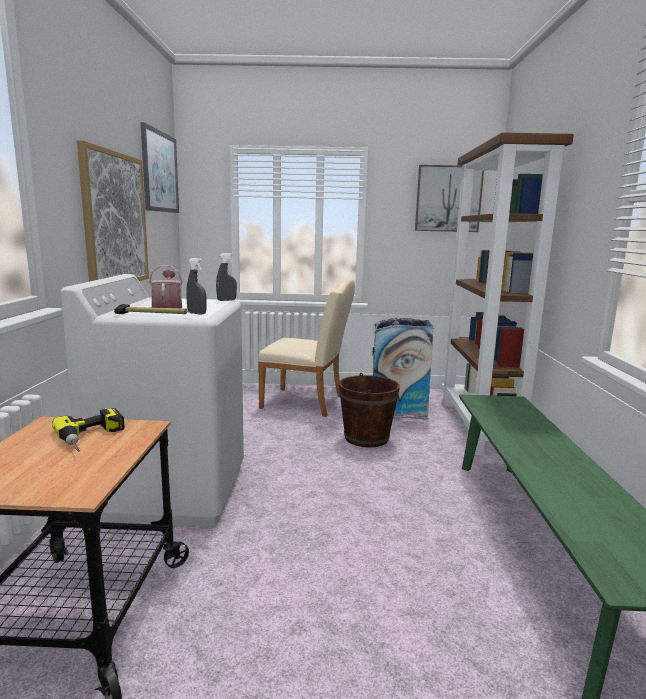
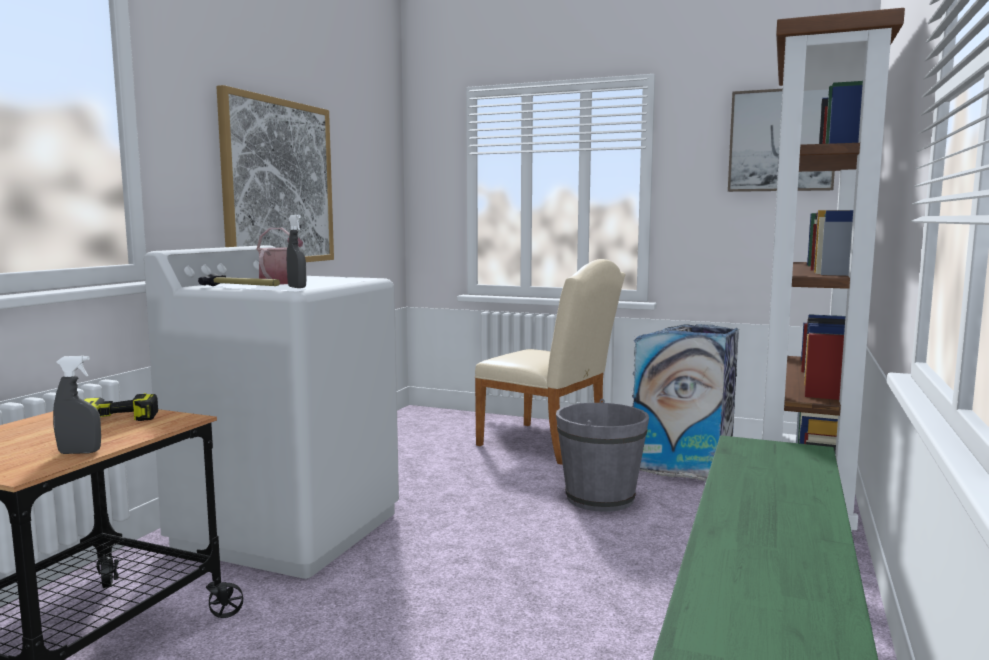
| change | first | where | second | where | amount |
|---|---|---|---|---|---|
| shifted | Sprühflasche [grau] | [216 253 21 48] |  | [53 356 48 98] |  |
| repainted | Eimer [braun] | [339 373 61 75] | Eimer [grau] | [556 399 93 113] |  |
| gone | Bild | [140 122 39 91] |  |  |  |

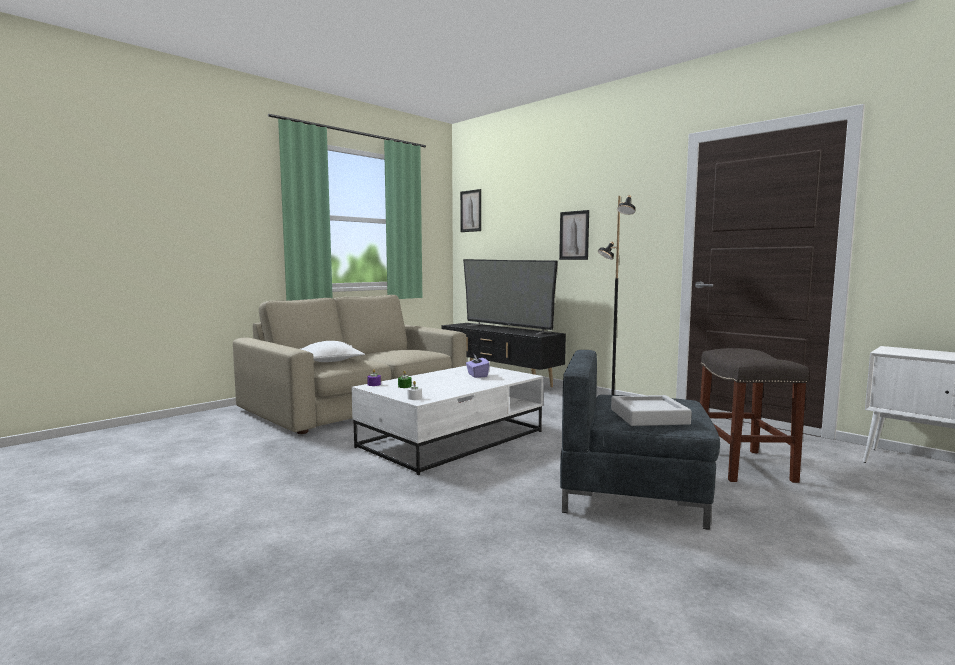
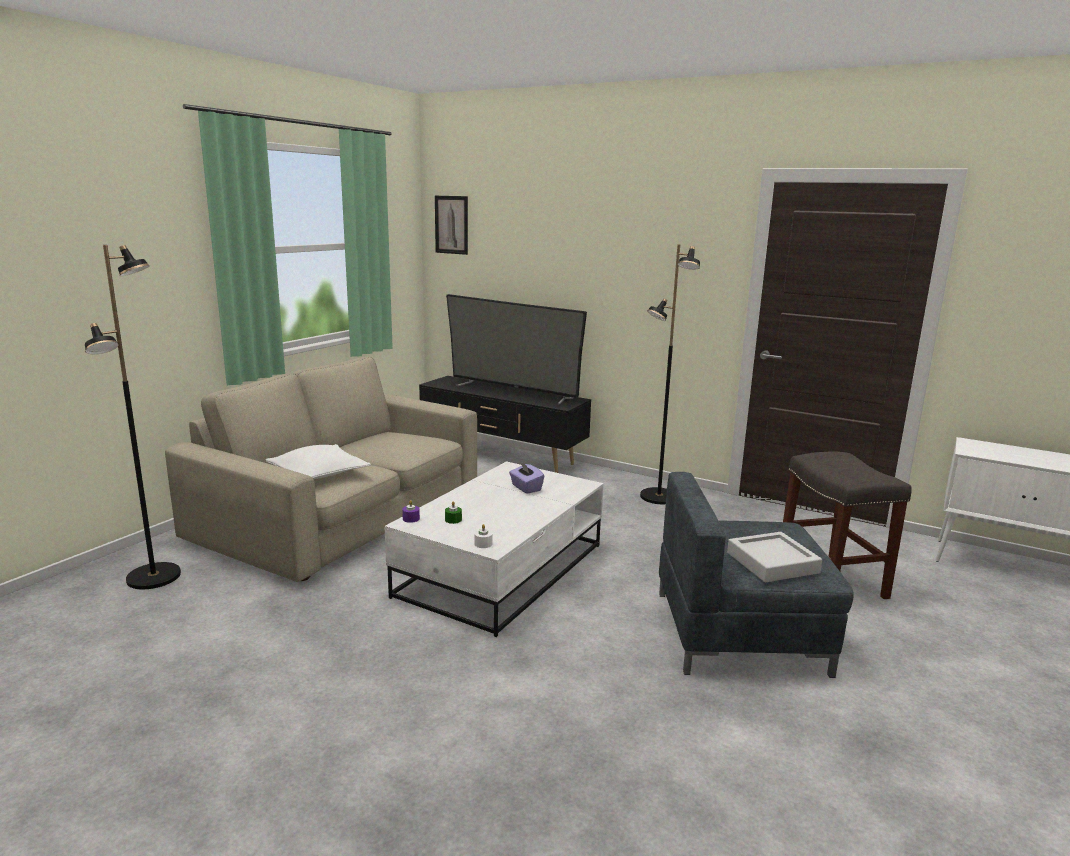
| change | first | where | second | where | amount |
|---|---|---|---|---|---|
| new |  |  | Stehlampe [schwarz] | [85 245 96 344] |  |
| gone | Bild | [559 210 30 50] |  |  |  |

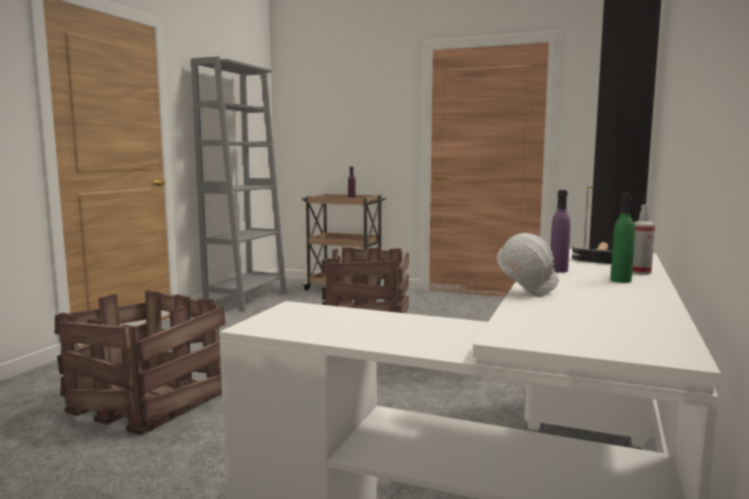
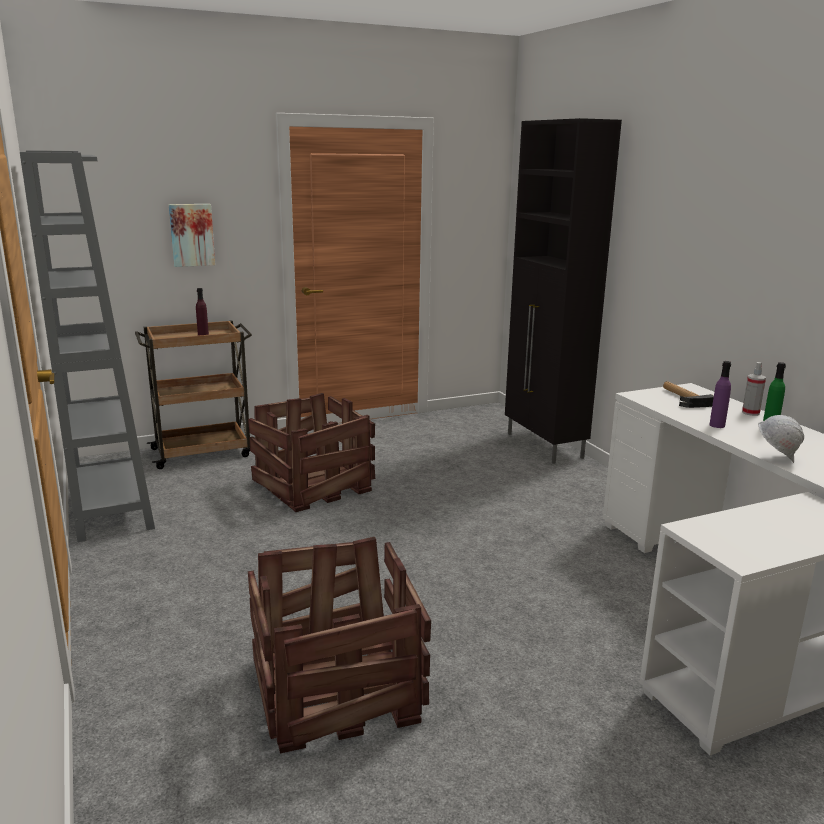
| change | first | where | second | where | amount |
|---|---|---|---|---|---|
| new |  |  | Bild | [169 204 46 63] |  |

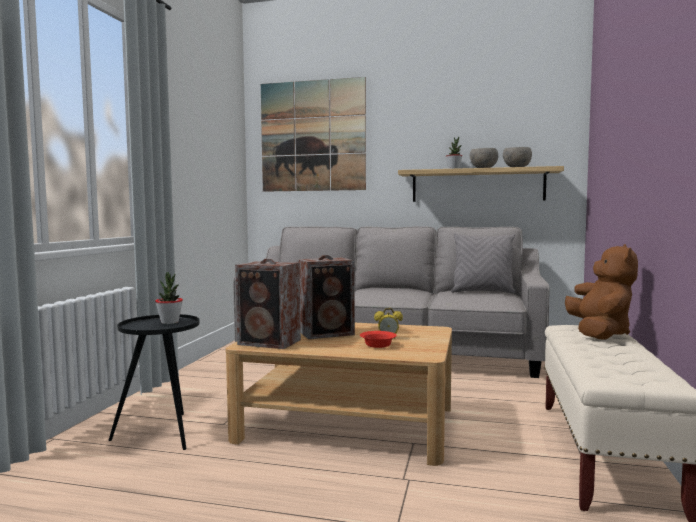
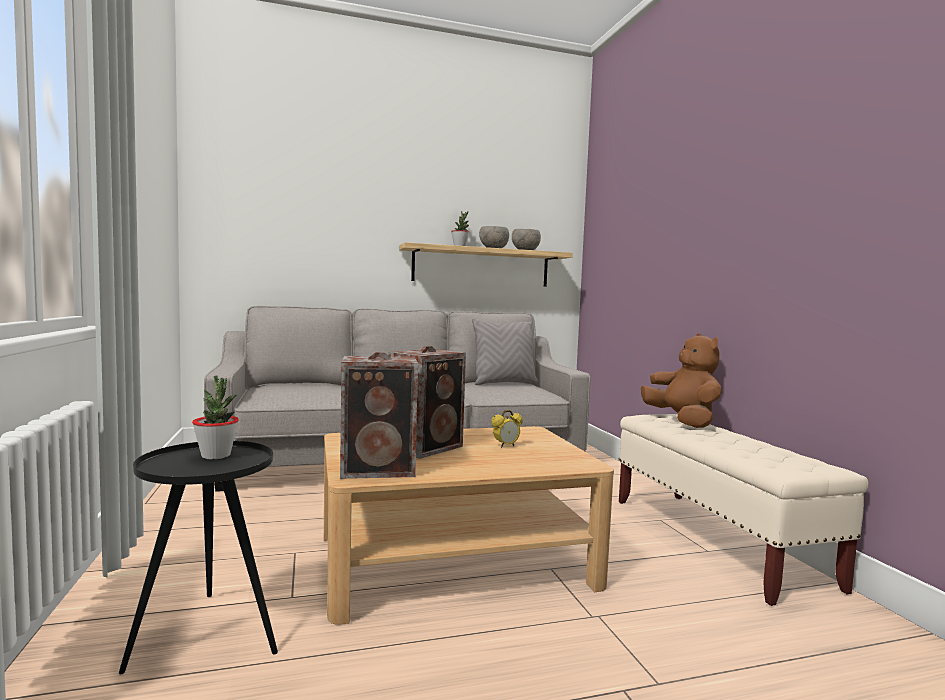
| change | first | where | second | where | amount |
|---|---|---|---|---|---|
| gone | Bild | [261 77 105 115] |  |  |  |
| gone | Schüssel [rot] | [360 331 37 17] |  |  |  |

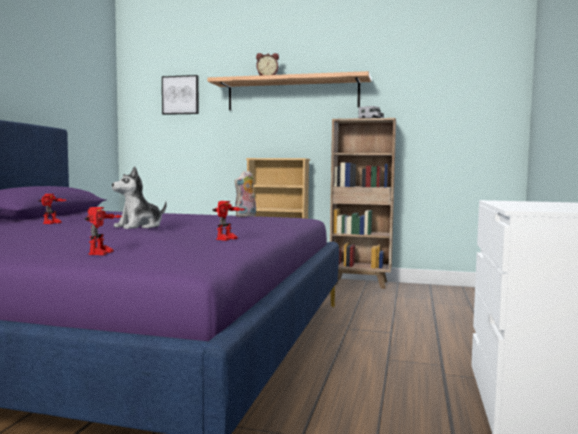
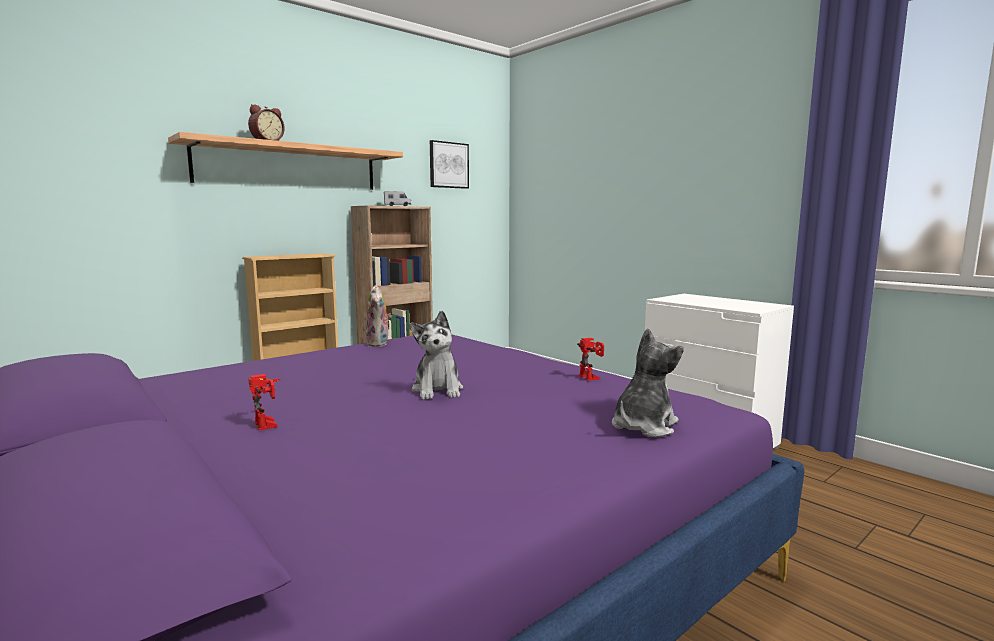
| change | first | where | second | where | amount |
|---|---|---|---|---|---|
| shifted | Bild | [162 75 37 40] |  | [430 140 39 49] |  |
| swapped | Spielzeugroboter | [85 207 38 48] | Plüschtier | [612 328 71 109] |  |

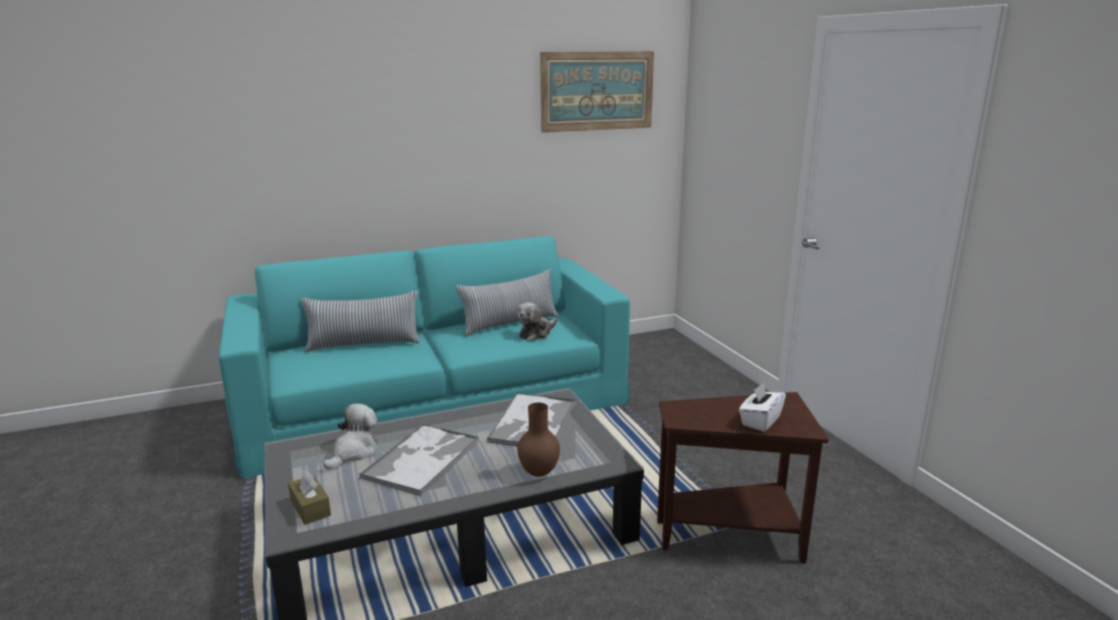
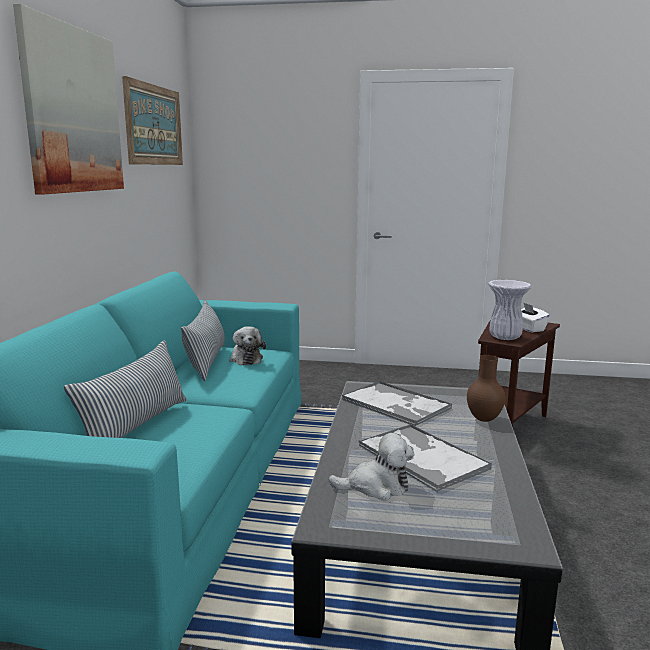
| change | first | where | second | where | amount |
|---|---|---|---|---|---|
| new |  |  | Bild | [13 4 111 191] |  |
| rotated | Plüschtier | [323 404 55 66] |  | [328 433 86 68] | 120 degrees clockwise |
| new |  |  | Vase [weiß] | [488 280 44 60] |  |
| gone | Taschentuchbox [braun] | [288 471 43 54] |  |  |  |

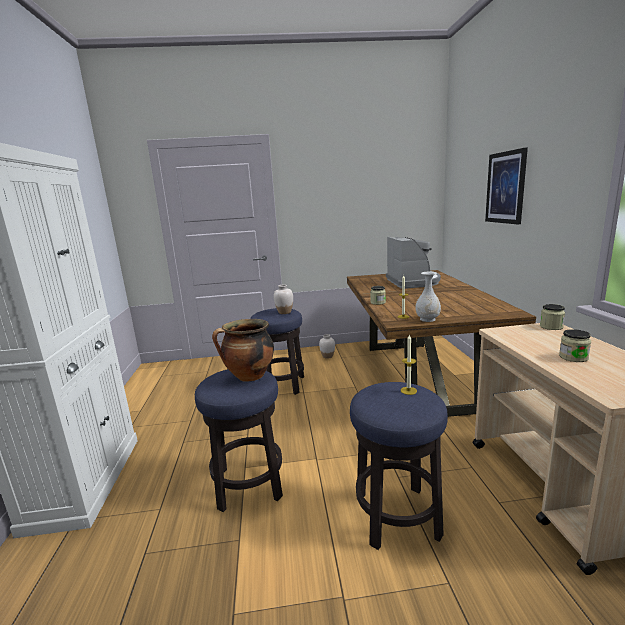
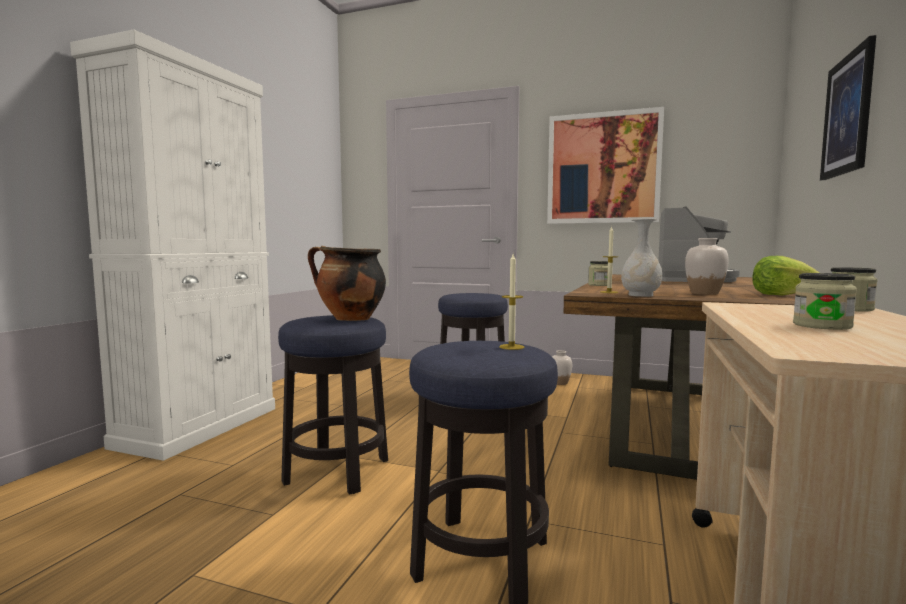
| change | first | where | second | where | amount |
|---|---|---|---|---|---|
| new |  |  | Bild | [547 107 117 117] |  |
| shifted | Vase [weiß] | [274 285 19 29] |  | [685 238 44 57] |  |
| new |  |  | Salatkopf | [752 256 68 40] |  |

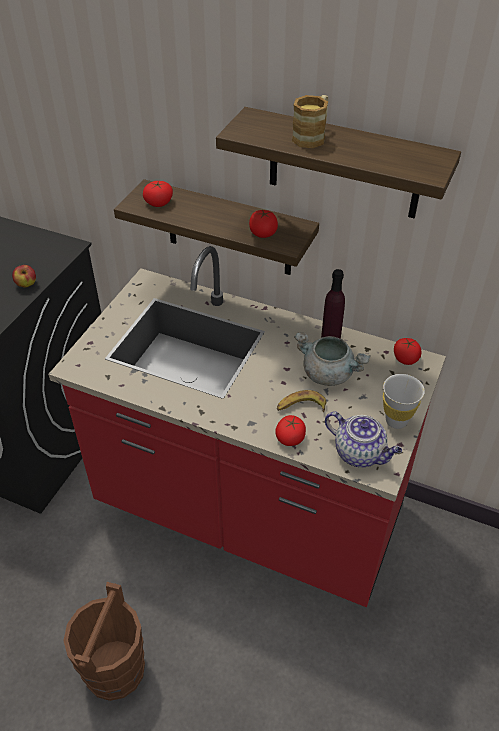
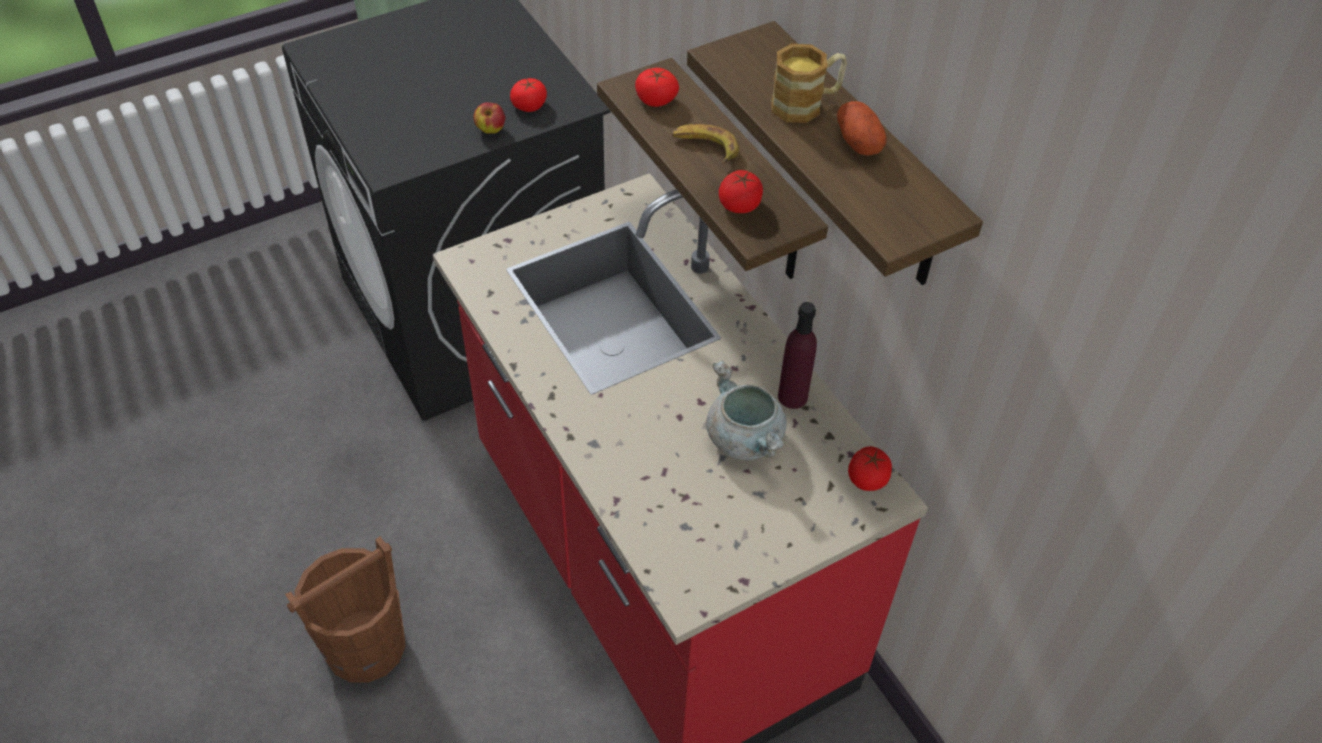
| change | first | where | second | where | amount |
|---|---|---|---|---|---|
| shifted | Tomate | [275 415 31 31] |  | [510 78 37 34] |  |
| shifted | Banane | [277 390 49 22] |  | [672 124 67 39] |  |
| new |  |  | Kartoffel | [837 101 50 55] |  |
| gone | Teekanne | [325 412 77 56] |  |  |  |
| gone | Tasse [weiß] | [383 374 42 55] |  |  |  |

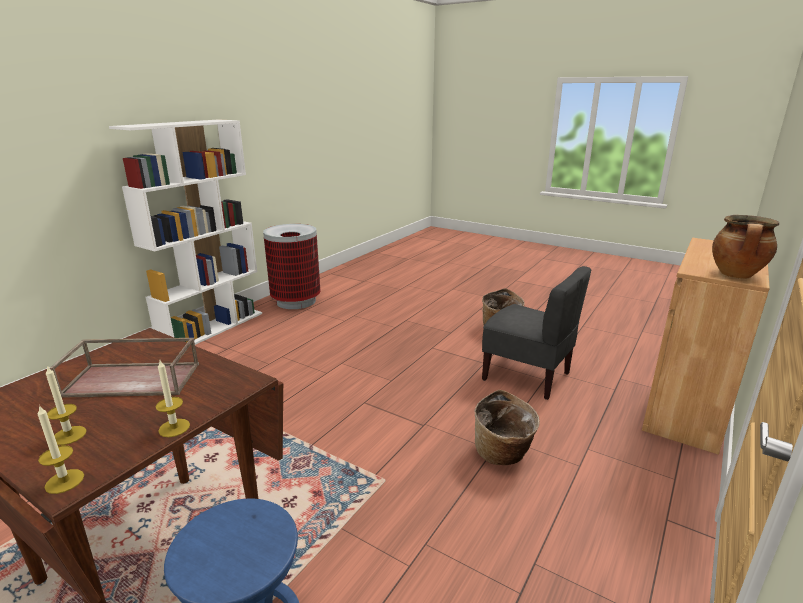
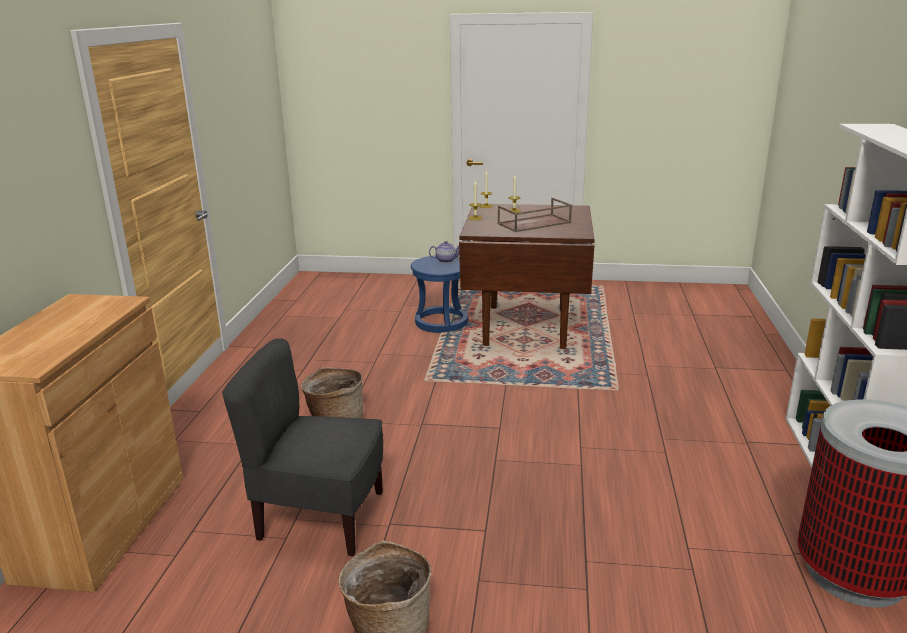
| change | first | where | second | where | amount |
|---|---|---|---|---|---|
| new |  |  | Teekanne | [429 241 30 22] |  |
| gone | Kochtopf | [712 215 67 64] |  |  |  |

